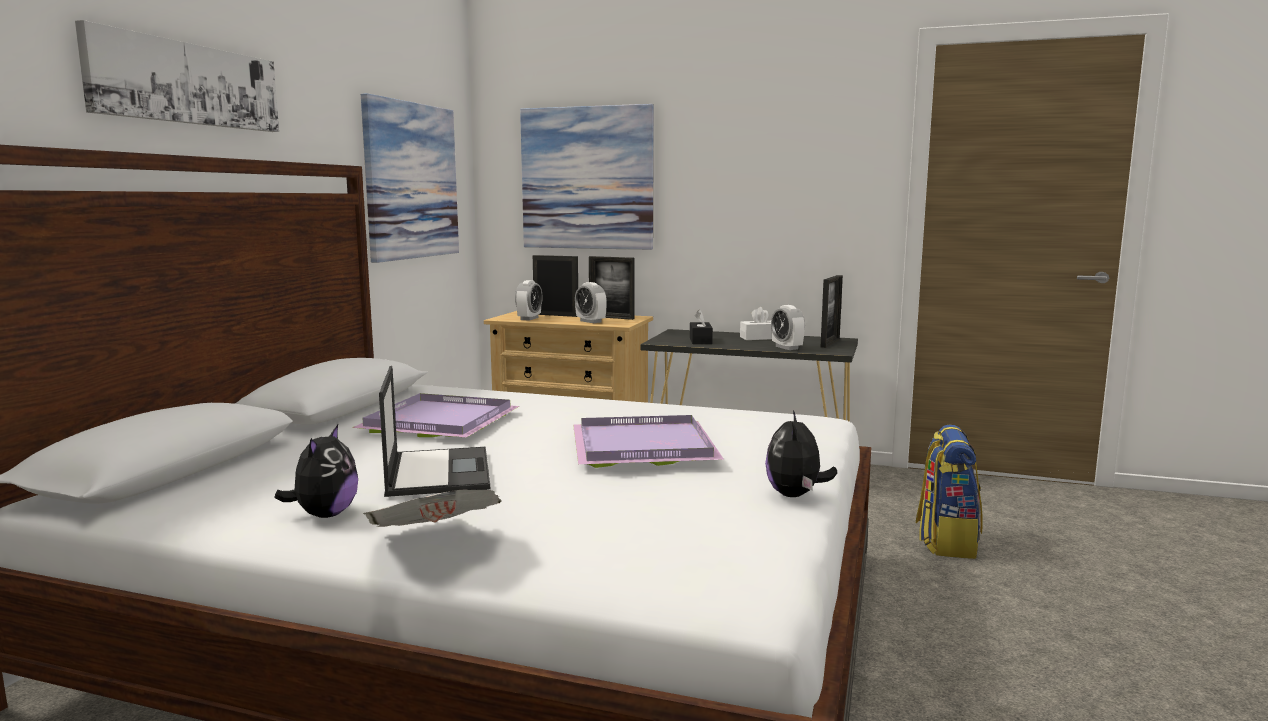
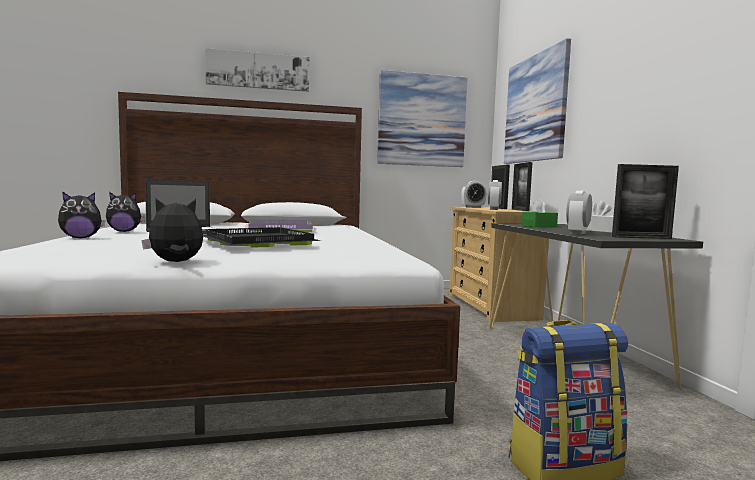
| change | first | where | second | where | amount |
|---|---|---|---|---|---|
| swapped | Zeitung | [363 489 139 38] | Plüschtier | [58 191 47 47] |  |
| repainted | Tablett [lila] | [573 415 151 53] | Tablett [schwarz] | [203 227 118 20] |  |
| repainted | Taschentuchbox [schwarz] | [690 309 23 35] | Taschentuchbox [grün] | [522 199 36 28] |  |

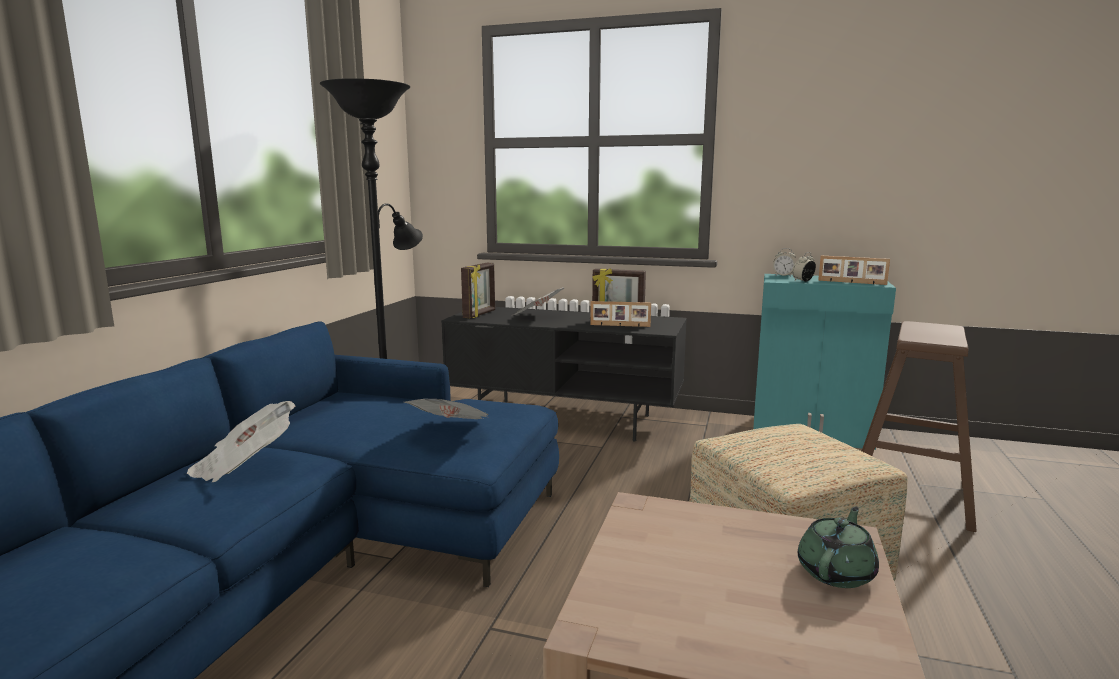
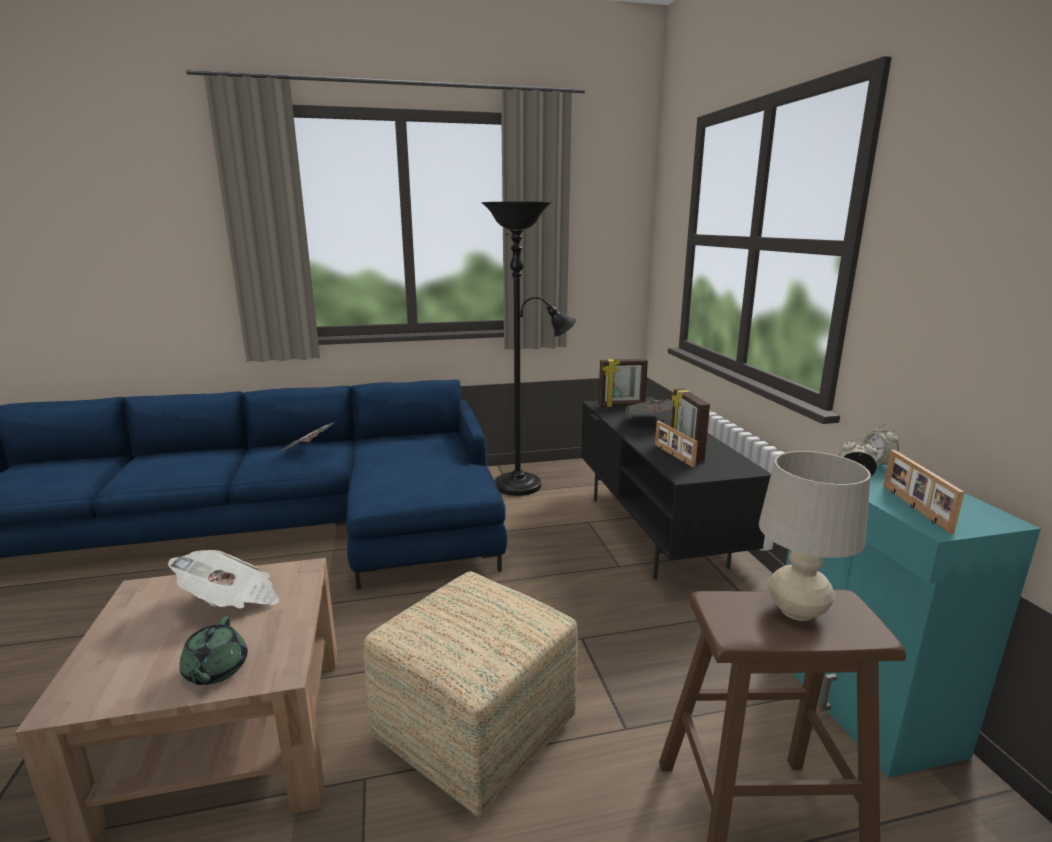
| change | first | where | second | where | amount |
|---|---|---|---|---|---|
| shifted | Zeitung | [404 399 84 20] |  | [168 550 112 58] |  |
| rotated | Teekanne [grün] | [798 507 81 81] |  | [179 616 69 69] | 75 degrees clockwise |
| new |  |  | Tischlampe [beige] | [759 451 112 170] |  |

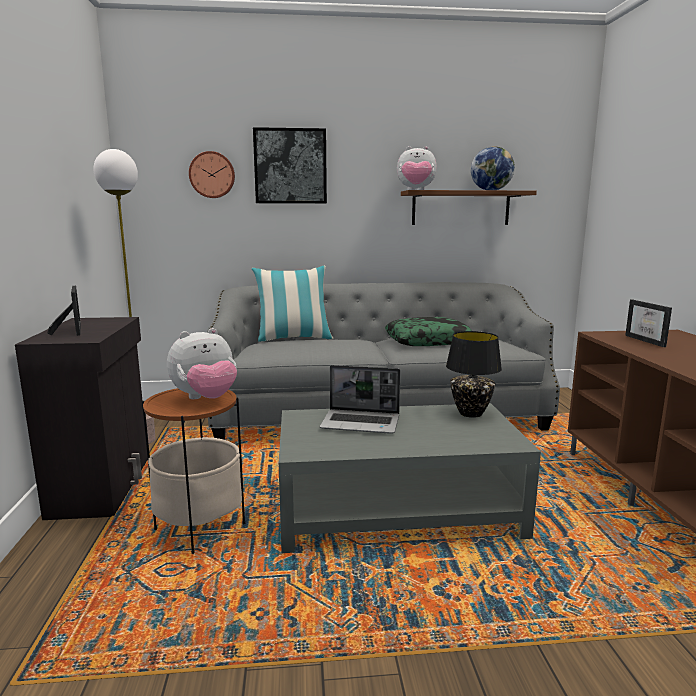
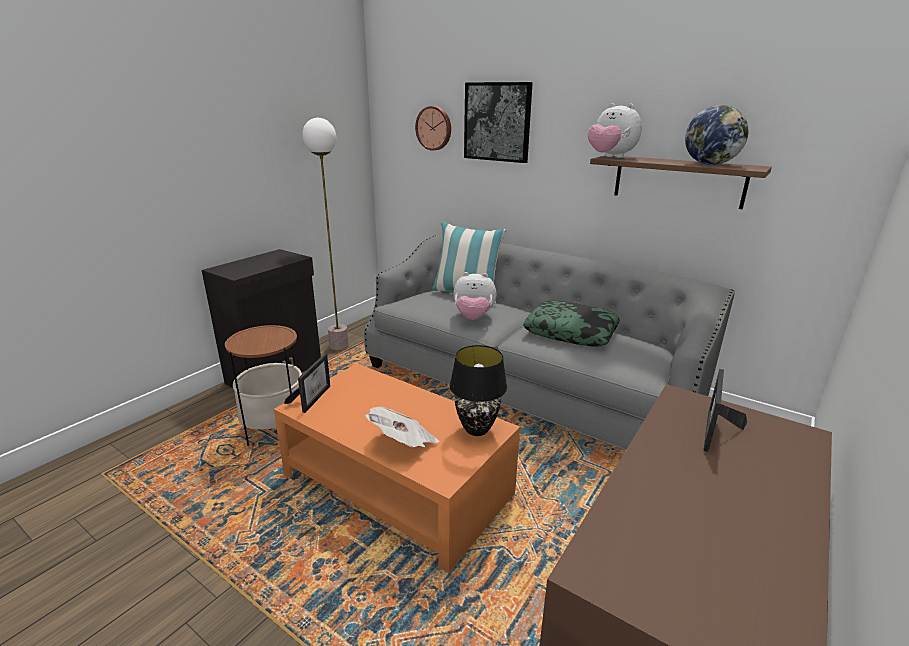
| change | first | where | second | where | amount |
|---|---|---|---|---|---|
| repainted | Couchtisch [grau] | [279 403 262 150] | Couchtisch [orange] | [274 364 246 209] |  |
| shifted | Bilderrahmen | [47 286 34 50] |  | [284 354 46 59] |  |
| new |  |  | Zeitung | [365 406 74 42] |  |
| shifted | Plüschtier | [167 328 70 71] |  | [453 272 44 48] |  |
| gone | Laptop | [320 365 80 69] |  |  |  |

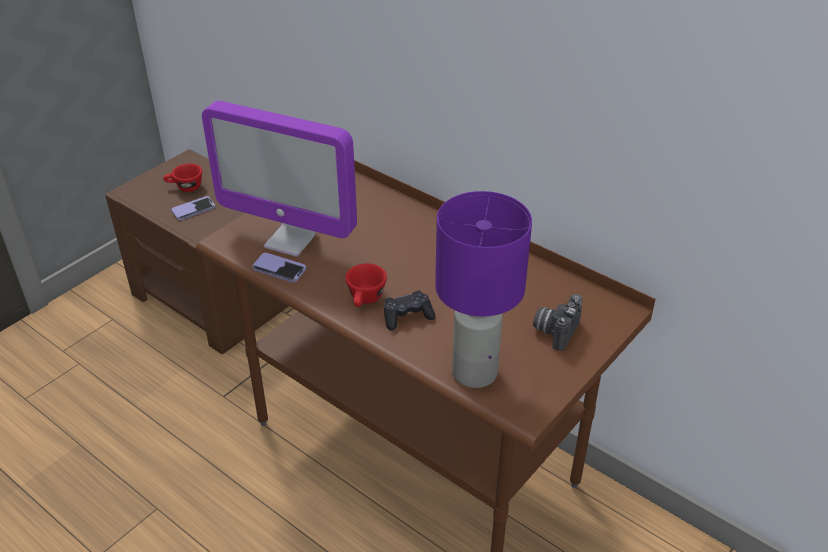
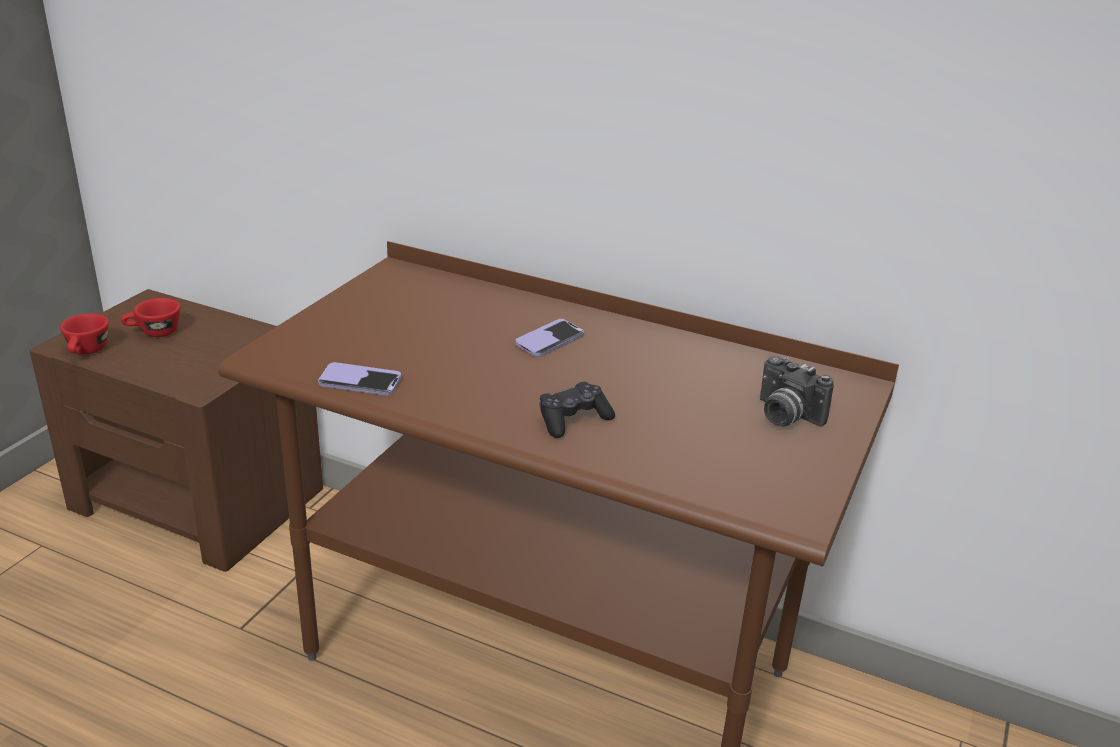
| change | first | where | second | where | amount |
|---|---|---|---|---|---|
| shifted | Tasse [rot] | [346 263 41 44] |  | [60 313 49 41] |  |
| shifted | Handy | [172 196 43 24] |  | [515 319 69 38] |  |
| rotated | Kamera | [533 294 50 57] |  | [760 356 74 71] | 60 degrees counterclockwise |
| gone | Monitor | [202 101 155 156] |  |  |  |
| gone | Tischlampe [lila] | [435 191 97 197] |  |  |  |

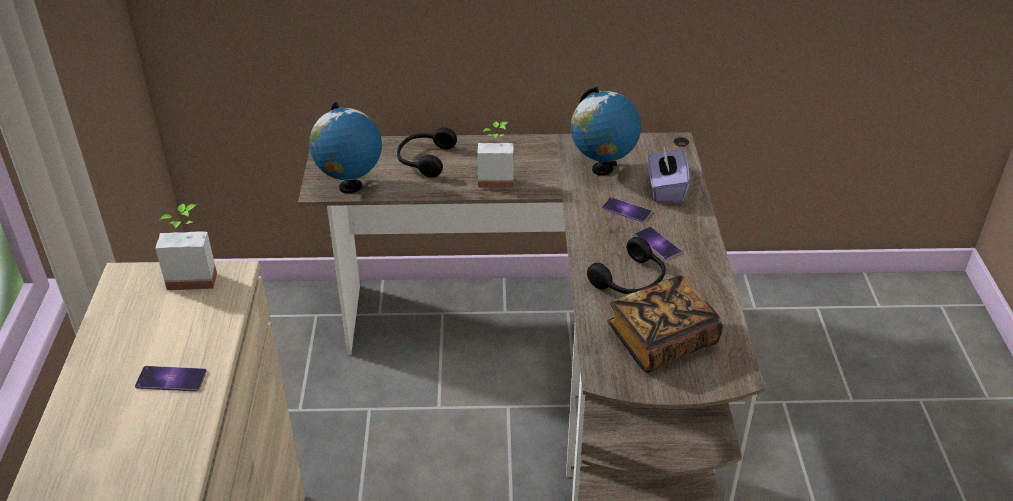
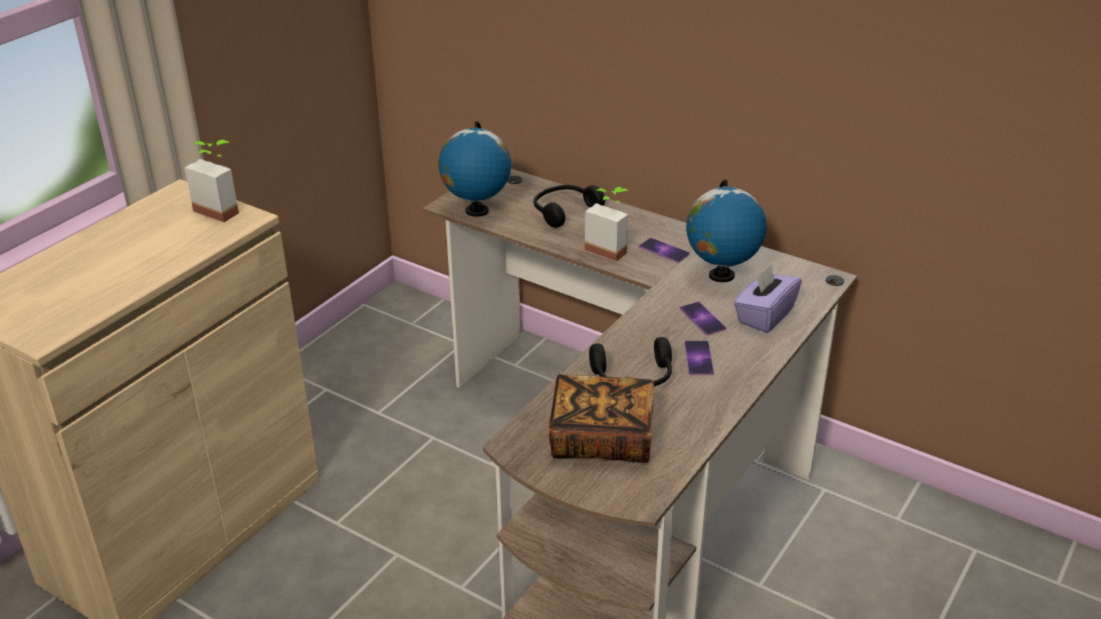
| change | first | where | second | where | amount |
|---|---|---|---|---|---|
| shifted | Handy | [135 366 72 26] |  | [639 238 51 25] |  |

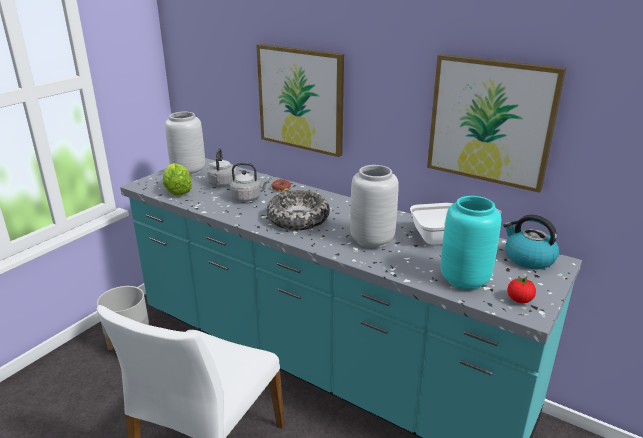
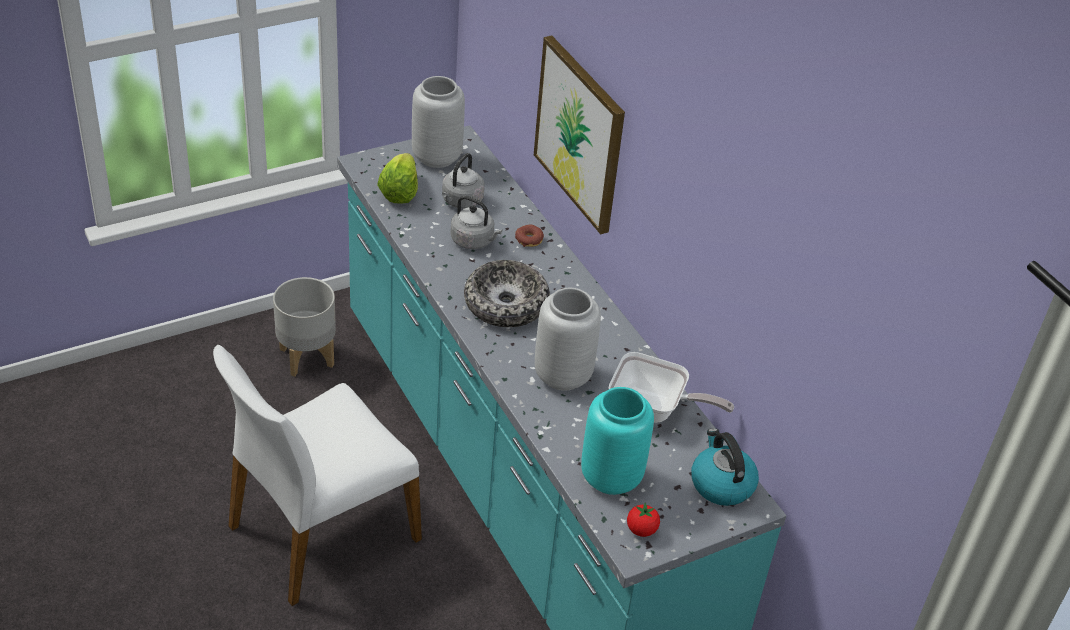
| change | first | where | second | where | amount |
|---|---|---|---|---|---|
| gone | Bild | [427 54 139 139] |  |  |  |

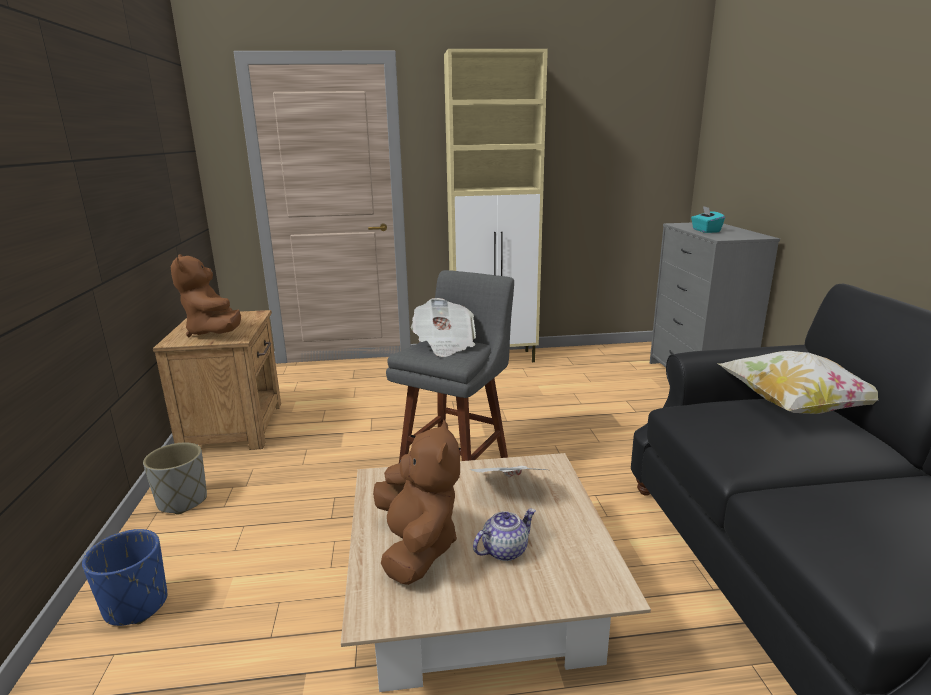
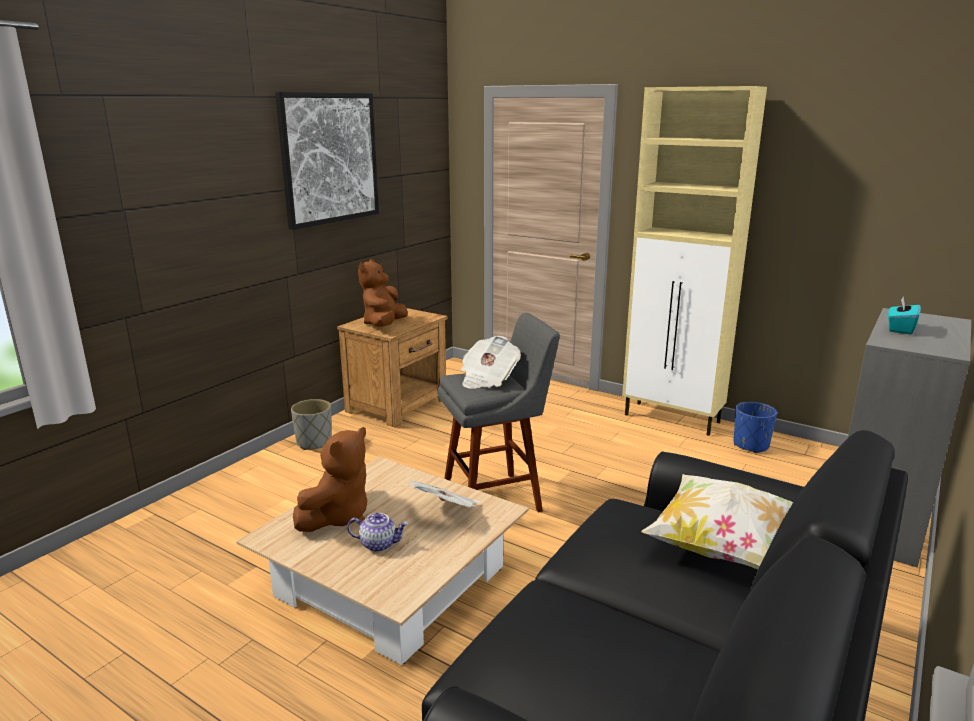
| change | first | where | second | where | amount |
|---|---|---|---|---|---|
| new |  |  | Bild | [275 92 104 138] |  |
| shifted | Pflanzkübel [blau] | [82 529 86 97] |  | [734 402 43 51] |  |

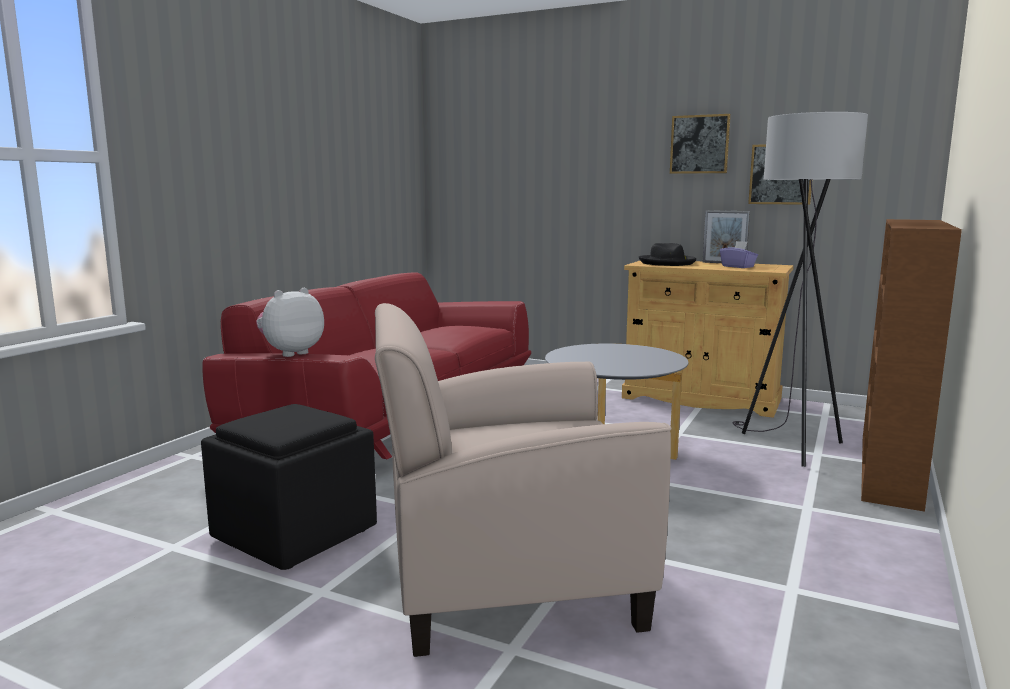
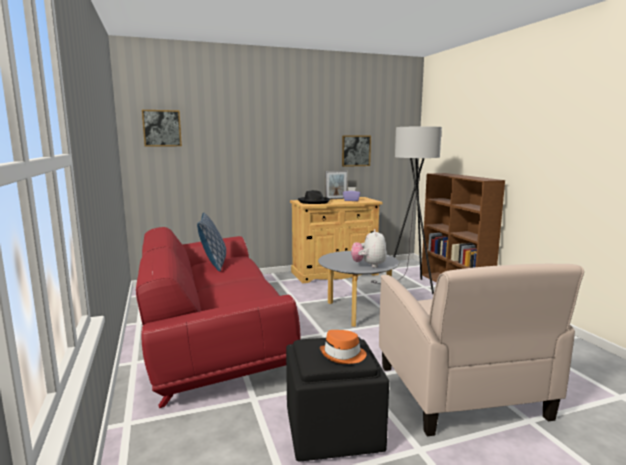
| change | first | where | second | where | amount |
|---|---|---|---|---|---|
| shifted | Bild | [670 114 61 60] |  | [142 110 40 37] |  |
| new |  |  | Kissen | [197 213 29 59] |  |
| new |  |  | Hut [orange] | [320 330 47 34] |  |
| shifted | Plüschtier | [256 288 68 69] |  | [351 229 36 39] |  |
| rotated | Sessel [beige] | [375 303 296 354] |  | [379 264 205 172] | 45 degrees counterclockwise |

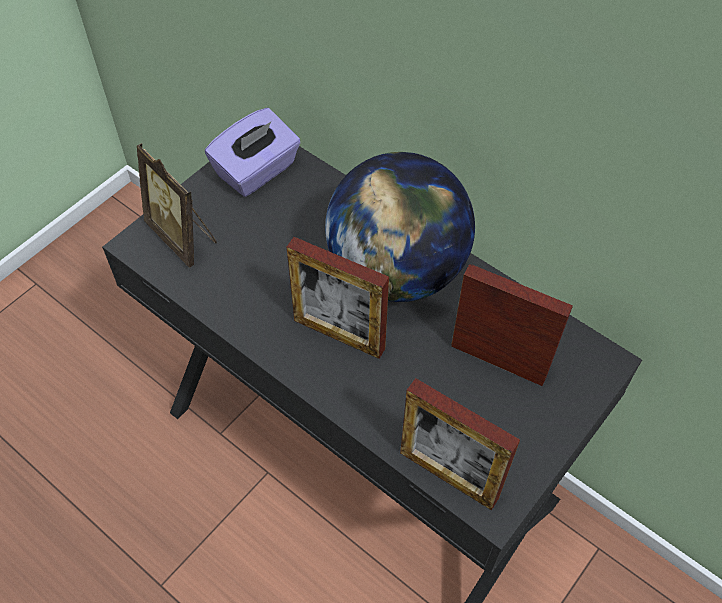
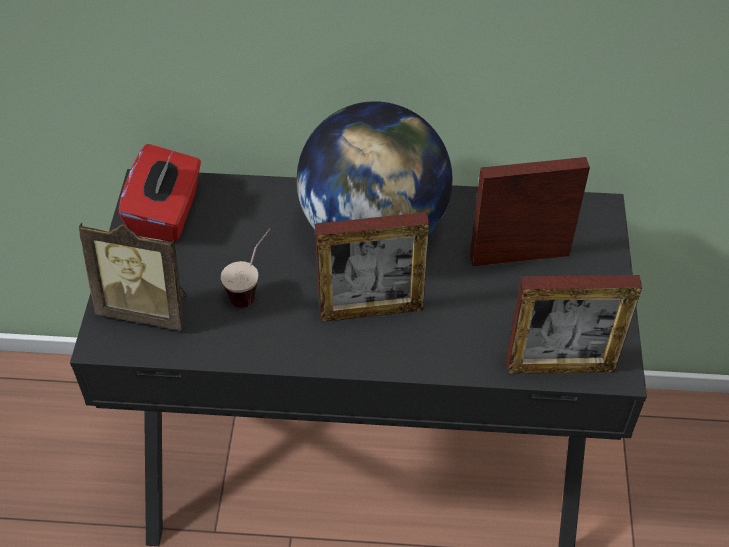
| change | first | where | second | where | amount |
|---|---|---|---|---|---|
| repainted | Taschentuchbox [lila] | [205 108 96 89] | Taschentuchbox [rot] | [118 144 83 98] |  |
| new |  |  | Tasse | [221 228 50 80] |  |

